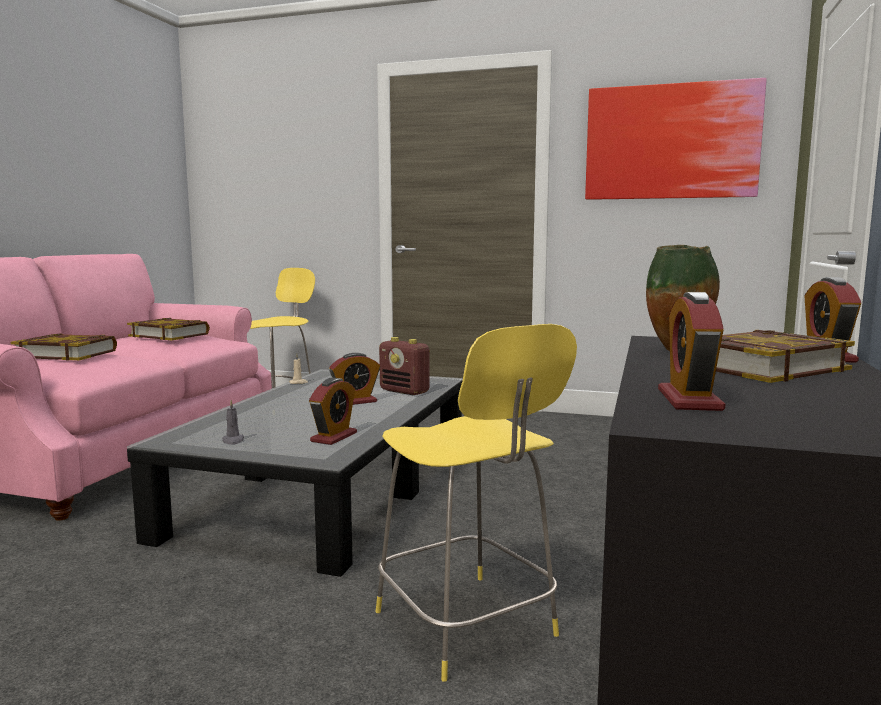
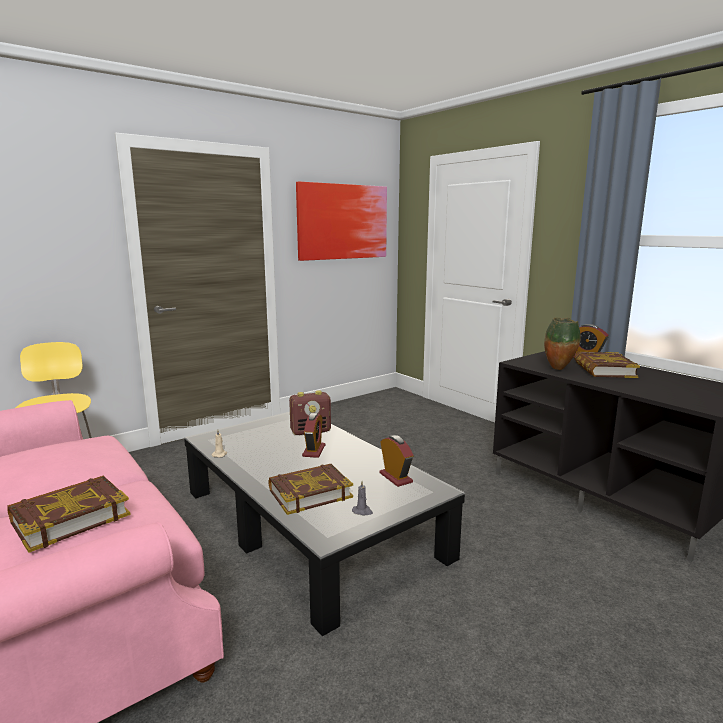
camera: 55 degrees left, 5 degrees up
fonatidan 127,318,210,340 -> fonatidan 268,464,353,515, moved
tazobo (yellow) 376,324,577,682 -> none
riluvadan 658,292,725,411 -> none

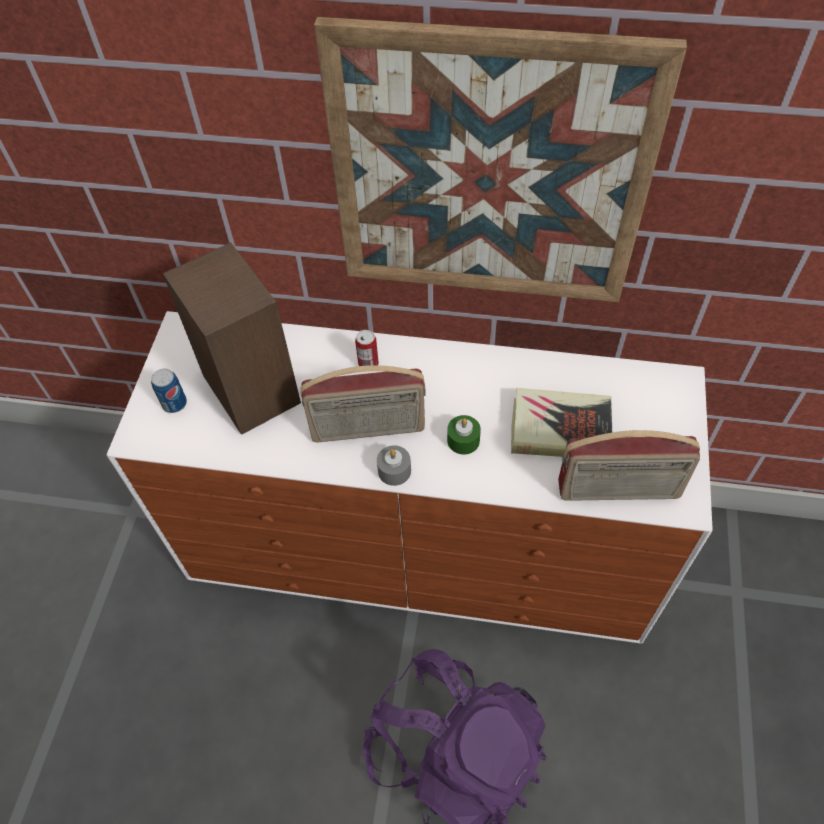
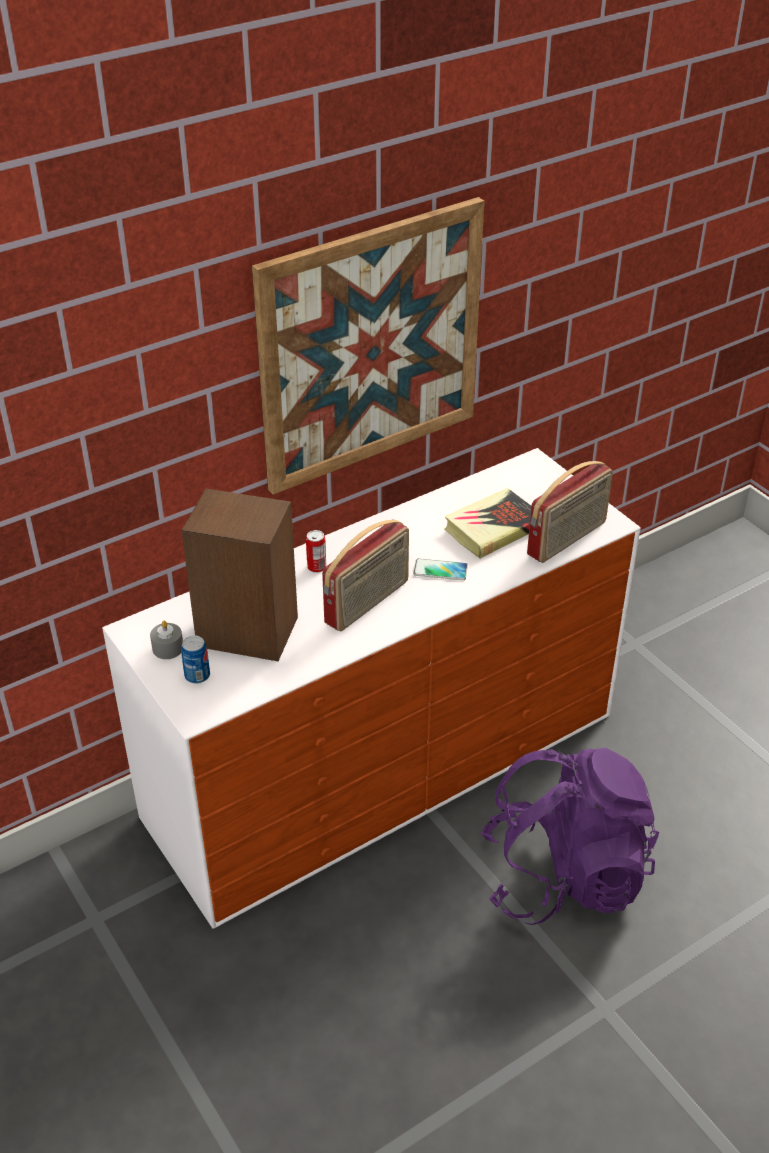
camera: 45 degrees left, 15 degrees down
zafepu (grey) 377,445,411,486 -> zafepu (grey) 150,621,183,659, moved
zafepu (green) 447,415,481,455 -> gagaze 413,558,468,580

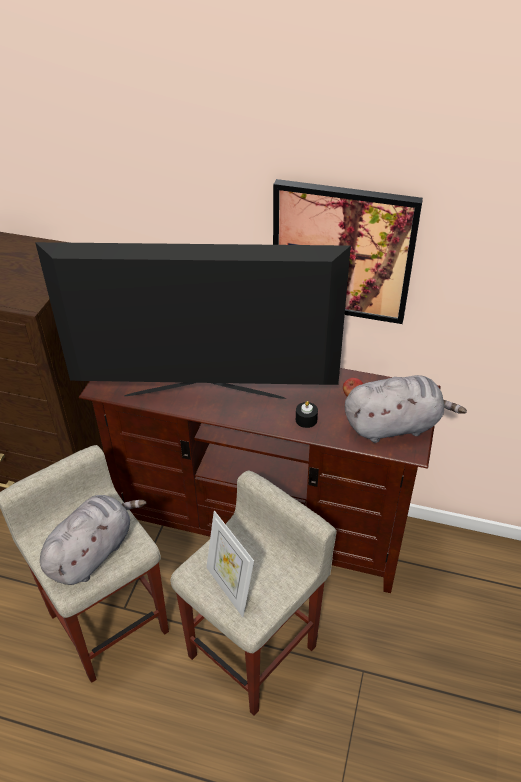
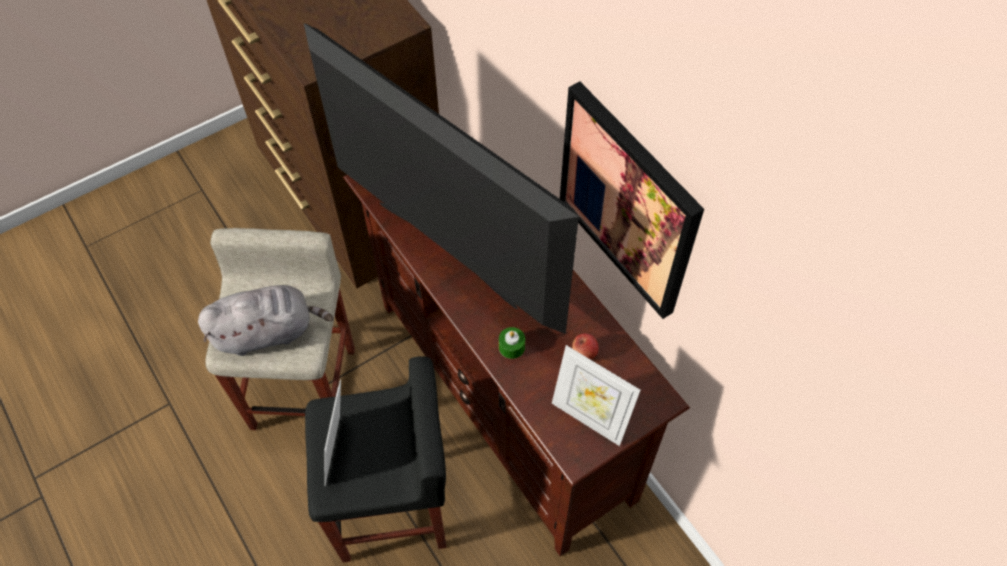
camera: 40 degrees right, 15 degrees up
tazobo (beige) 170,471,337,716 -> tazobo (black) 305,356,446,563
zafepu (black) 296,401,318,428 -> zafepu (green) 499,327,525,359
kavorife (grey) 345,375,467,443 -> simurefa 552,345,641,446

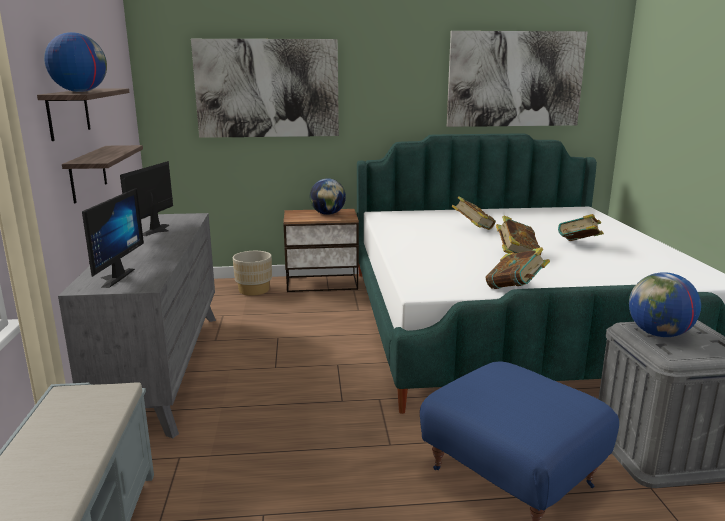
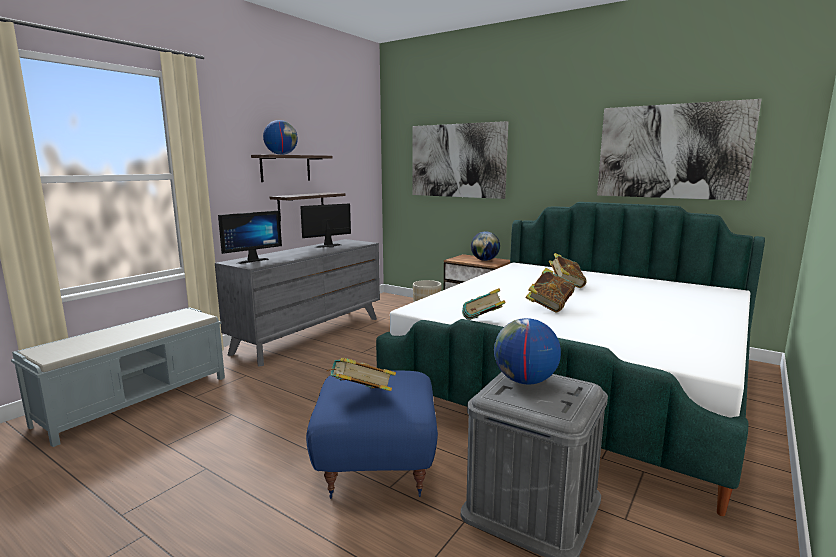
camera: 40 degrees right, 5 degrees down
fonatidan 558,214,604,241 -> fonatidan 327,358,396,391, moved

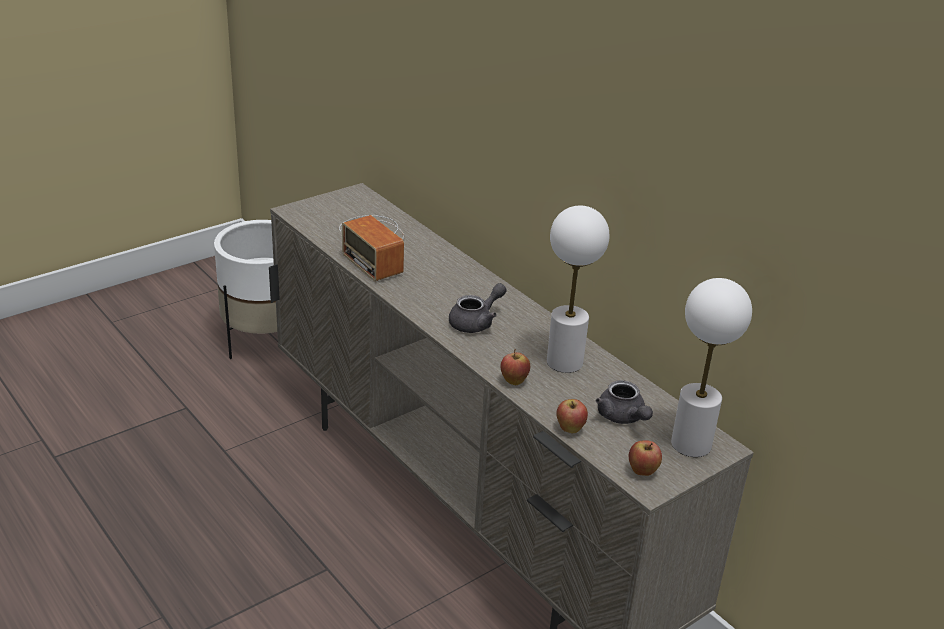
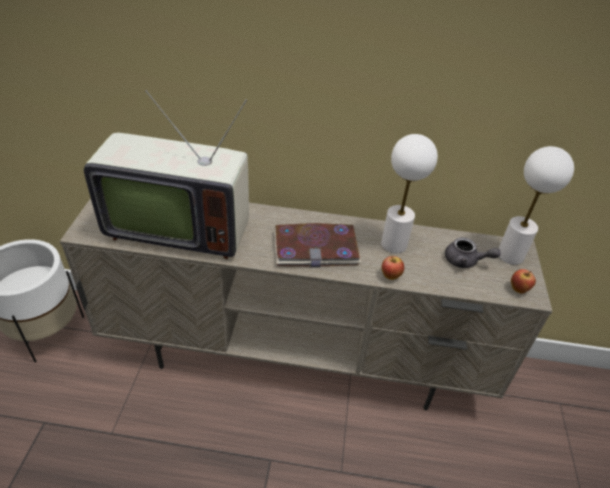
camera: 45 degrees left, 10 degrees up
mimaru 339,215,404,281 -> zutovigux 84,90,249,259
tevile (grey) 449,283,507,333 -> fonatidan 274,223,361,267
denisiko 556,399,588,433 -> none

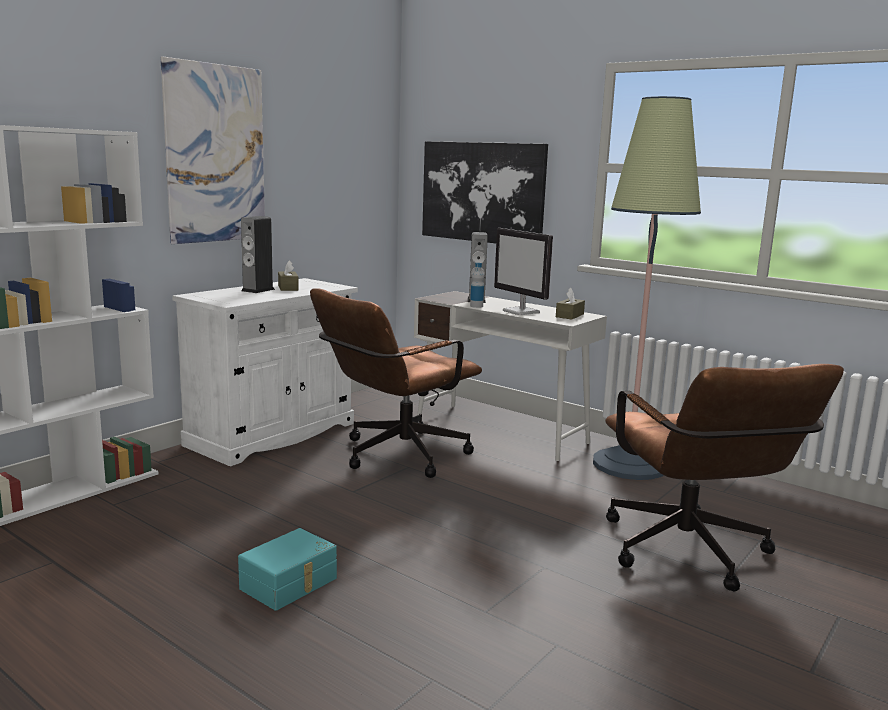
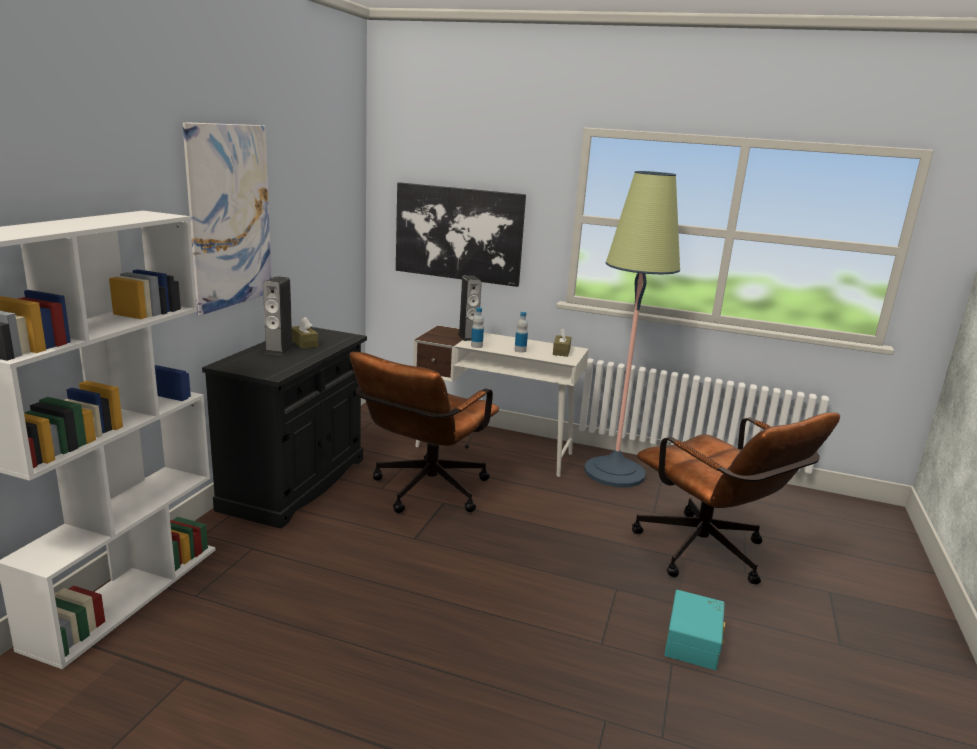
camera: 20 degrees left, 5 degrees up
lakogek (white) 172,278,358,466 -> lakogek (black) 202,327,367,529
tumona 494,228,553,315 -> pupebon 515,312,528,353
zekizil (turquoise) 238,528,337,611 -> zekizil (turquoise) 664,590,725,670, moved

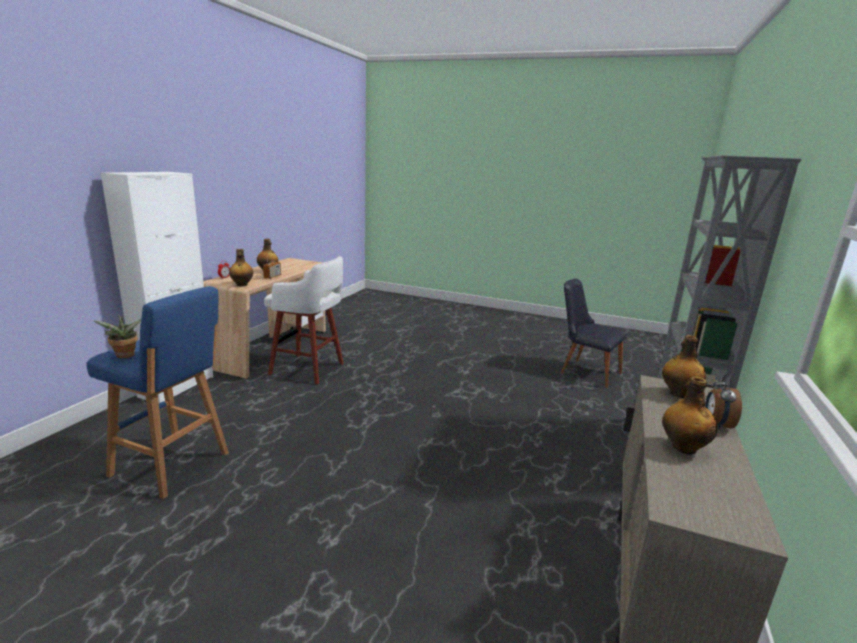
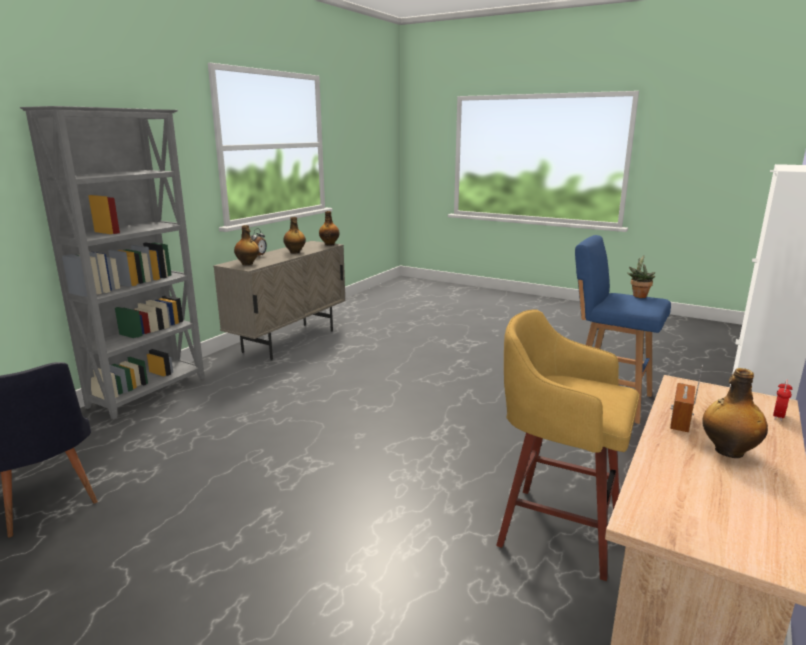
camera: 170 degrees left, 0 degrees up
pupebon 229,249,253,287 -> pupebon 319,211,340,246, moved
tazobo (white) 264,256,344,385 -> tazobo (yellow) 496,309,639,581

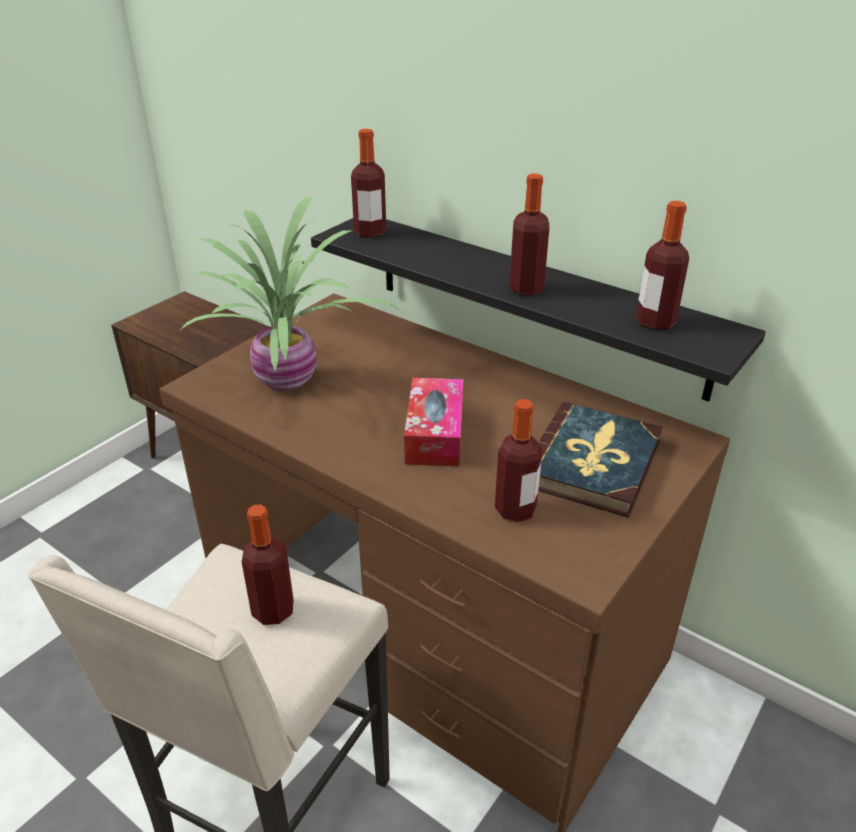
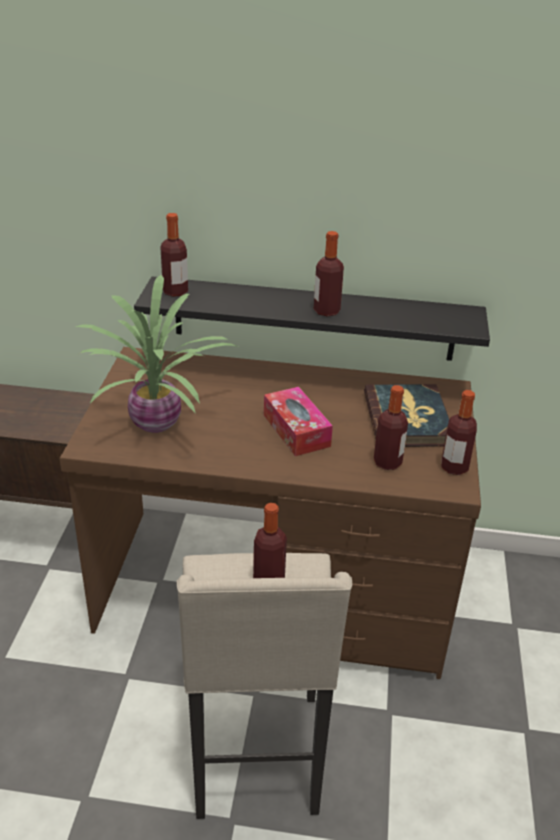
camera: 30 degrees left, 0 degrees up
pupebon 636,201,689,330 -> pupebon 441,390,477,475, moved

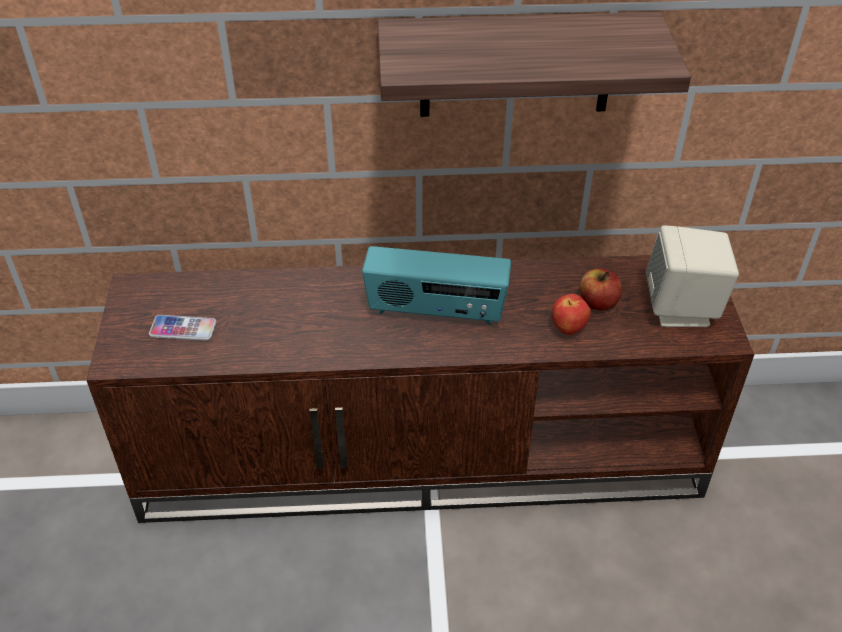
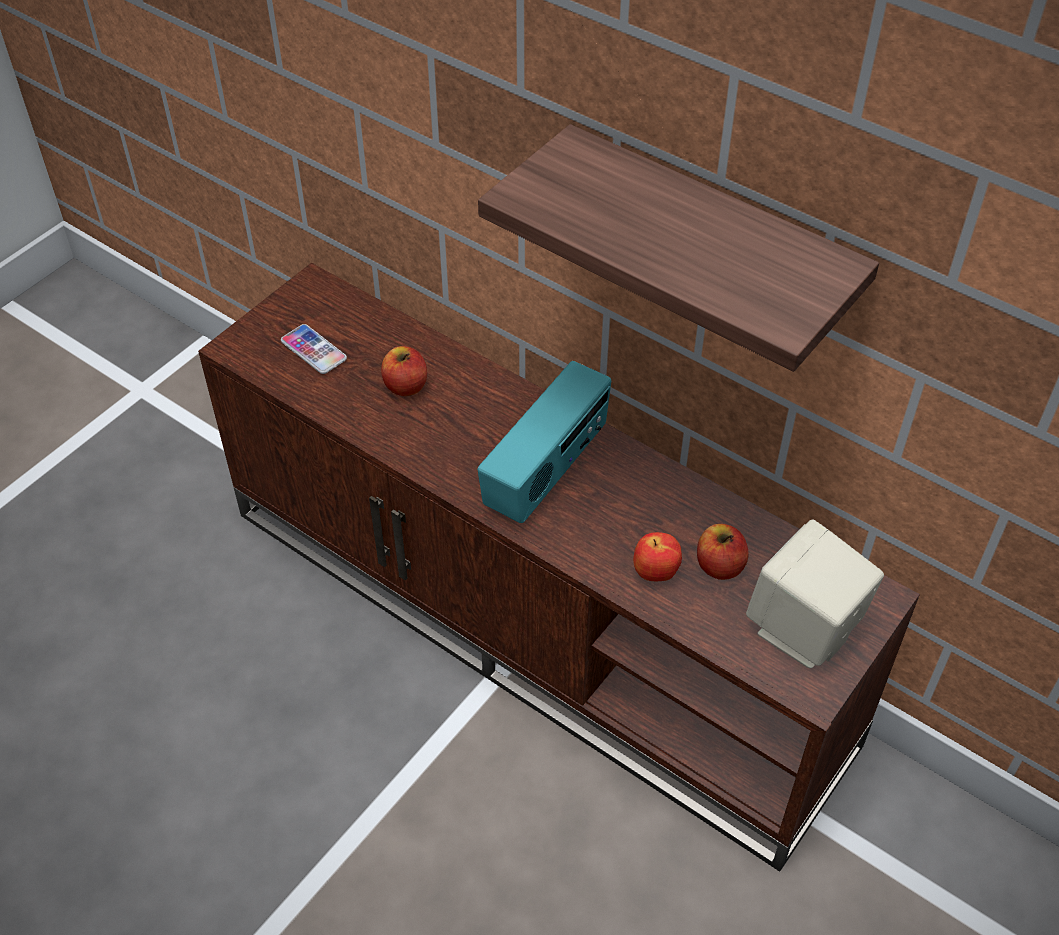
camera: 40 degrees right, 5 degrees up
none -> denisiko 381,346,427,396
mimaru 362,246,511,324 -> mimaru 477,361,611,523, 105 degrees counterclockwise

